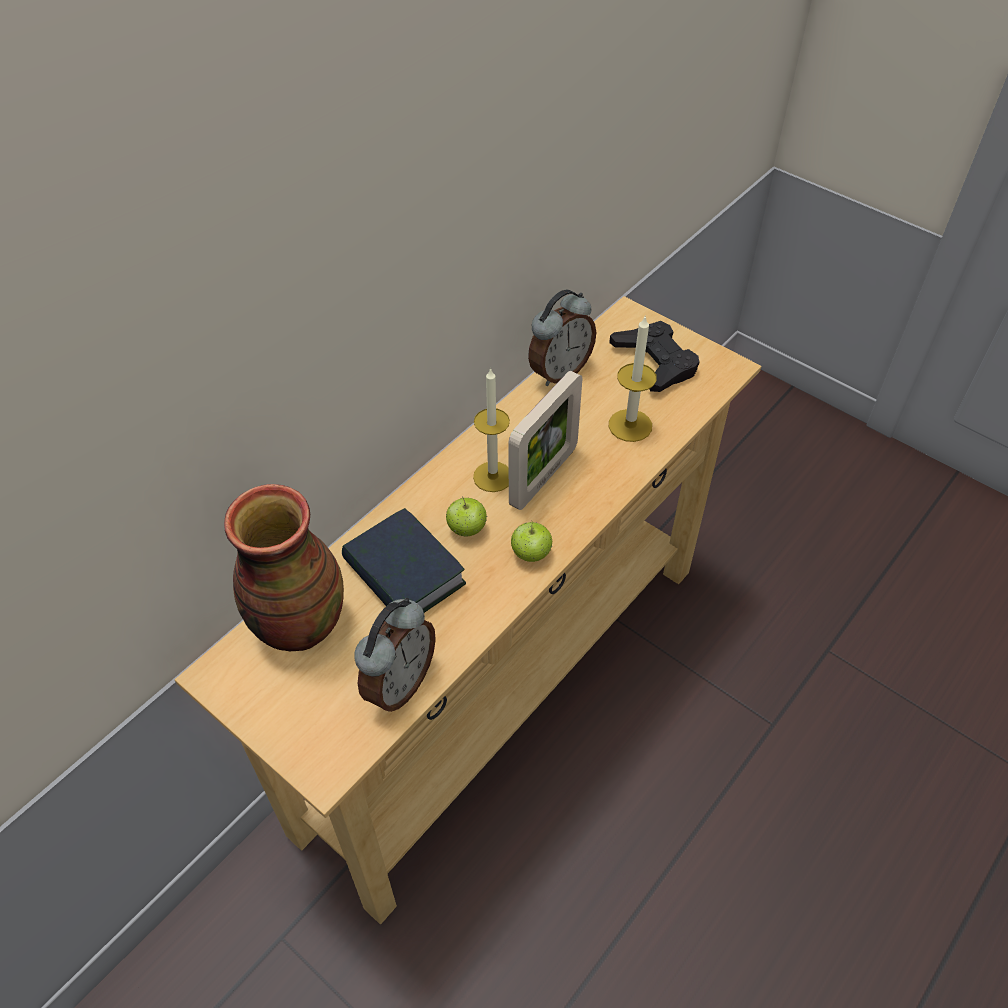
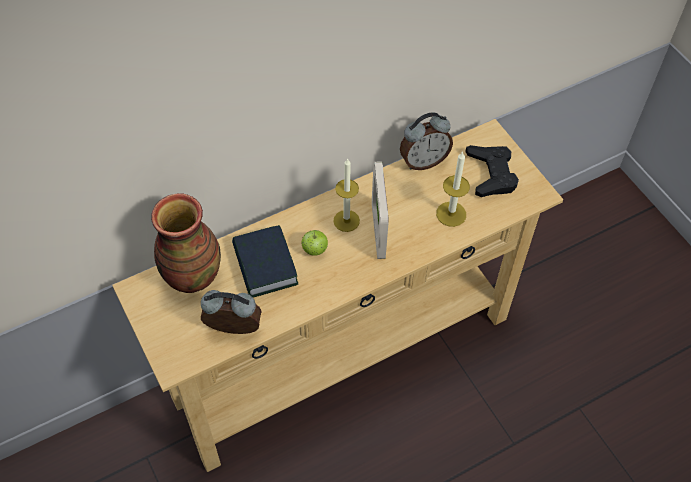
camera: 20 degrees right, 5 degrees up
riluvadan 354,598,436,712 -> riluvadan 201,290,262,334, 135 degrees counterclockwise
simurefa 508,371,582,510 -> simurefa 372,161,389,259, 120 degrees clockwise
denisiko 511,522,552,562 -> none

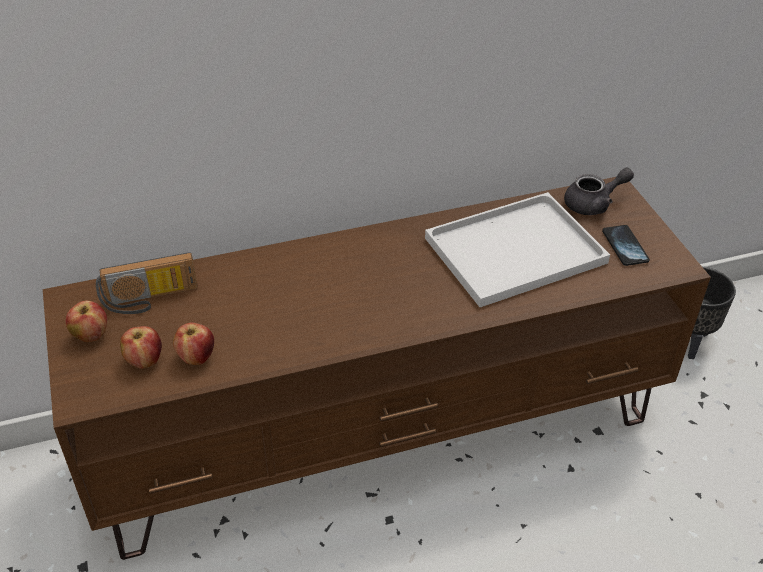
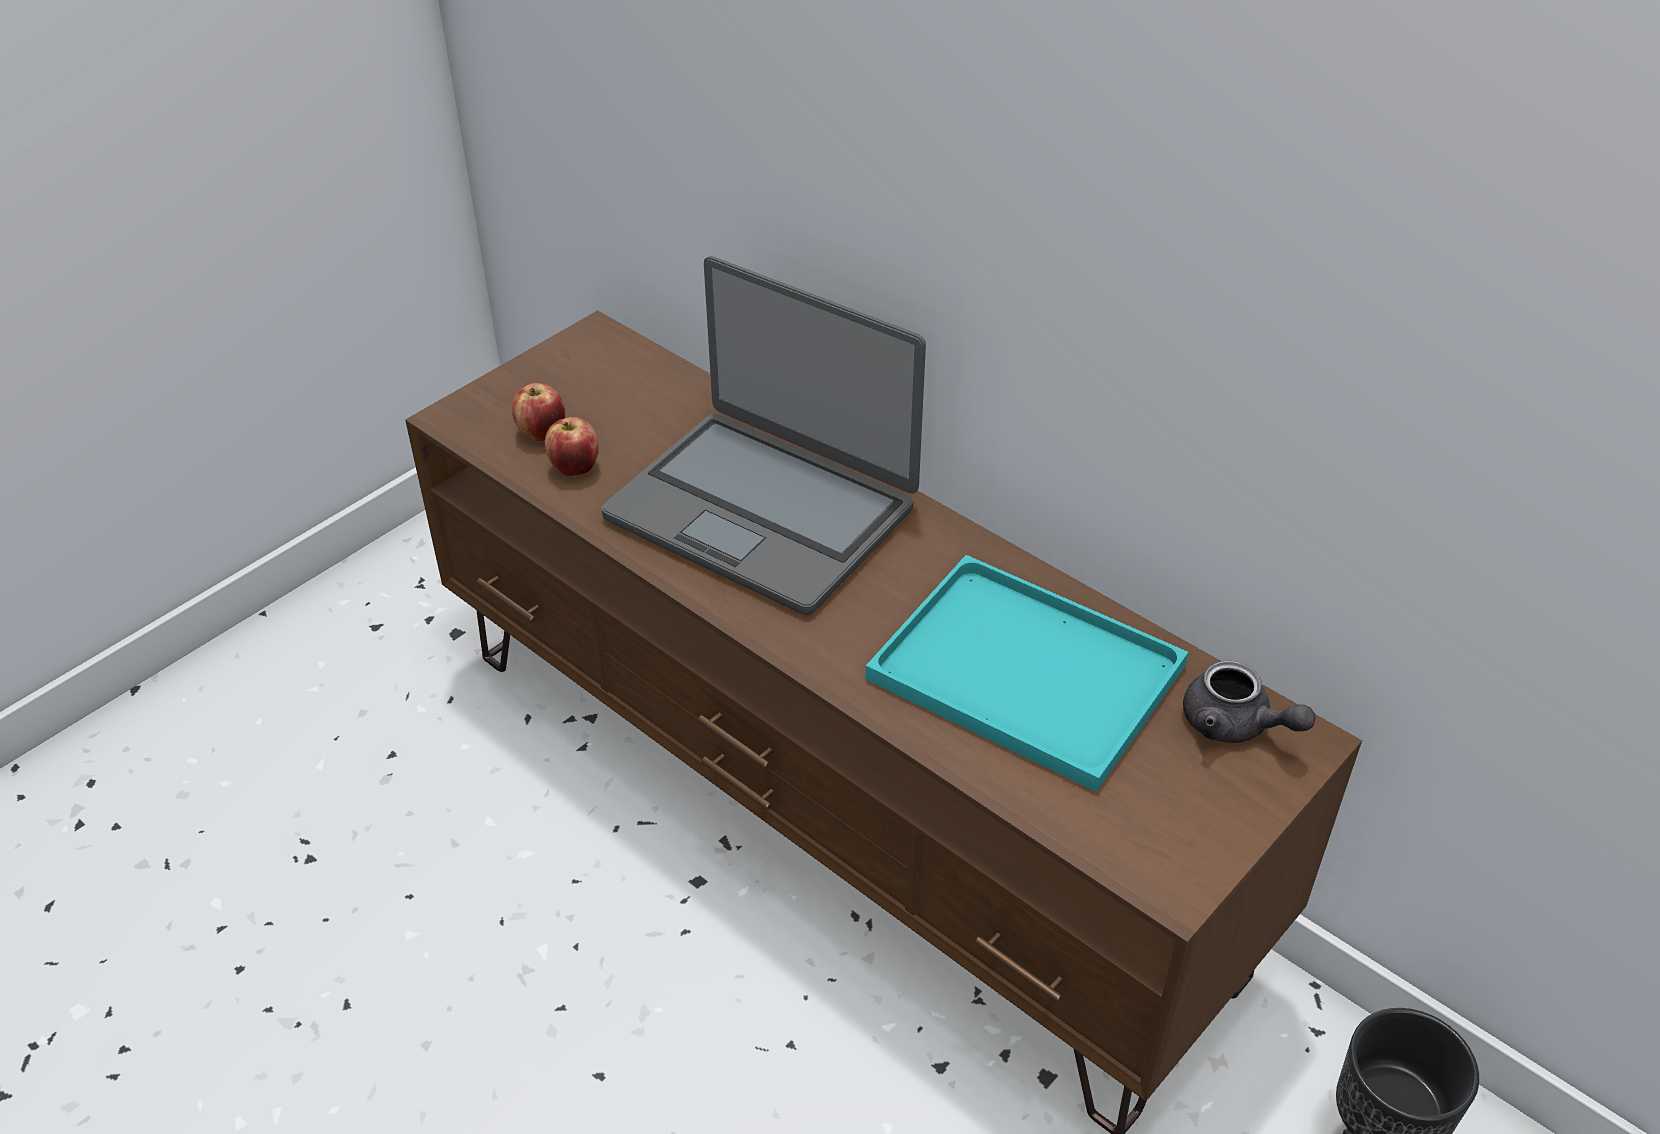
camera: 60 degrees right, 0 degrees up
none -> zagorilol 601,256,926,615
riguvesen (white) 425,192,610,307 -> riguvesen (turquoise) 866,555,1189,792
denisiko 66,300,107,342 -> none
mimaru 96,252,198,314 -> none
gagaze 602,225,650,266 -> none

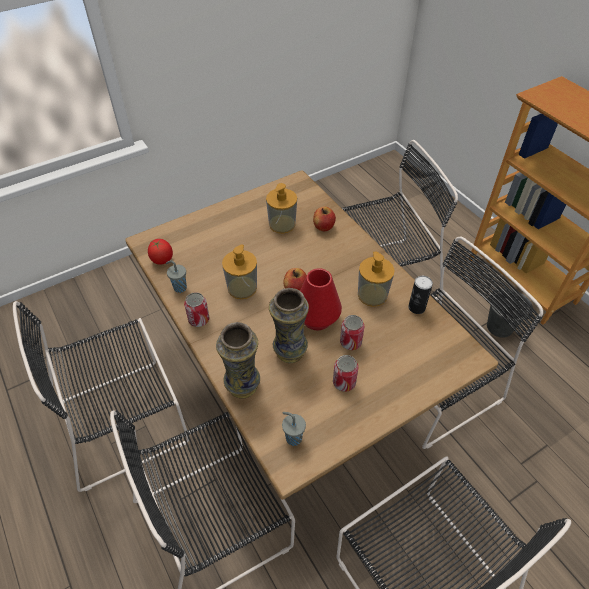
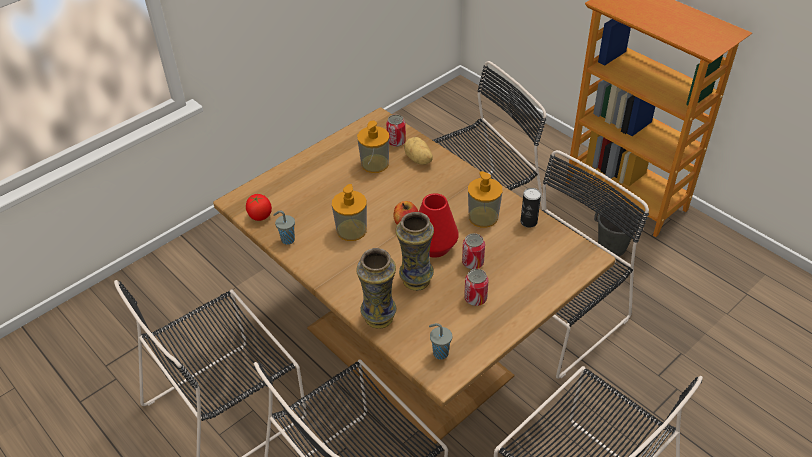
camera: 10 degrees left, 5 degrees down
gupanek 184,292,209,327 -> gupanek 386,115,406,147, moved
denisiko 313,207,336,231 -> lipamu 404,137,433,165

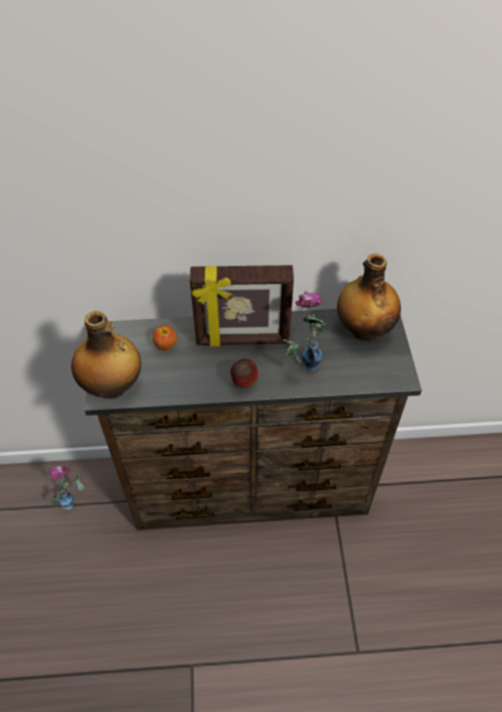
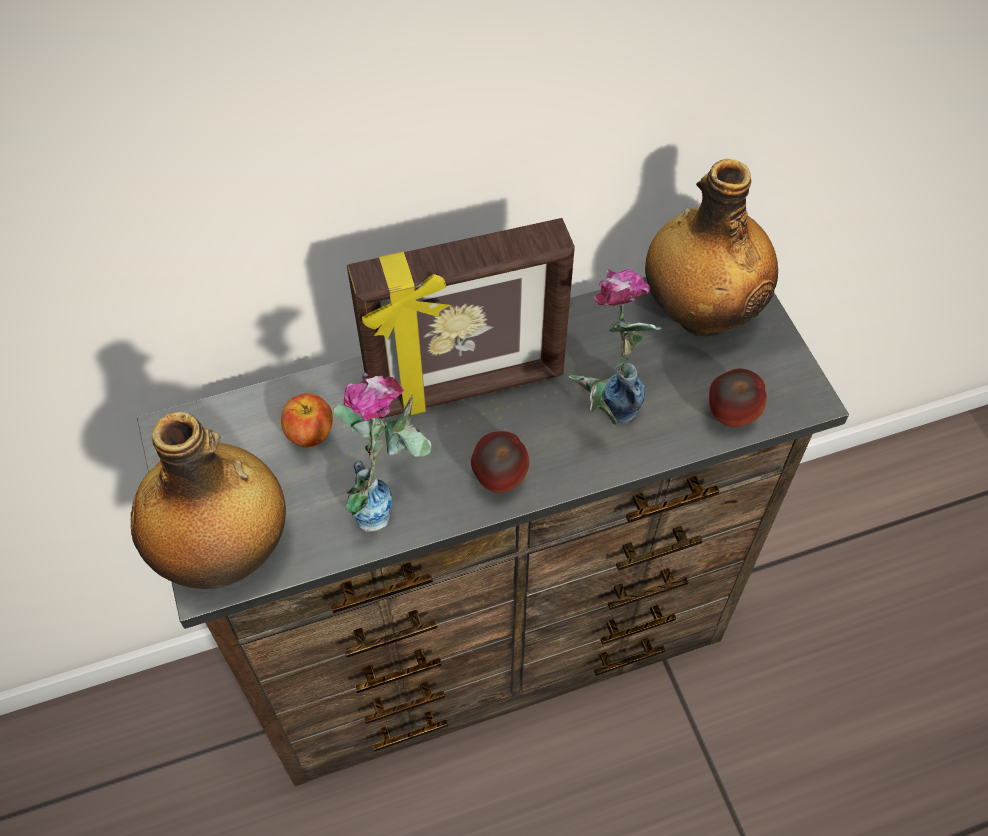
camera: 15 degrees left, 5 degrees up
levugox 50,464,84,510 -> levugox 333,373,431,532, moved
none -> denisiko 709,369,767,427

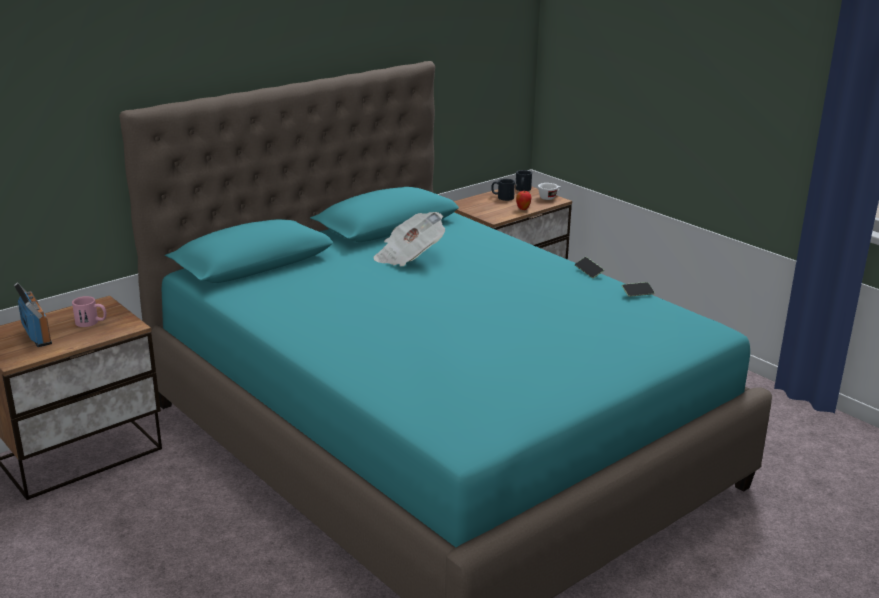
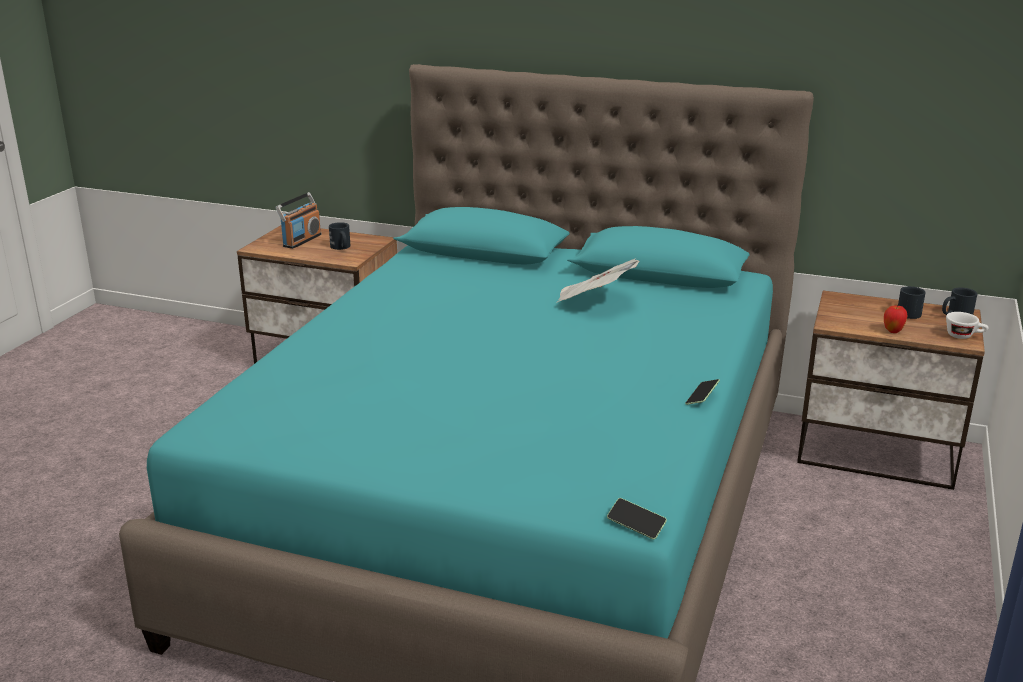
camera: 60 degrees right, 0 degrees up
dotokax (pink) 72,296,107,327 -> dotokax (black) 329,222,351,250
gagaze 622,282,655,297 -> gagaze 607,498,667,539, moved

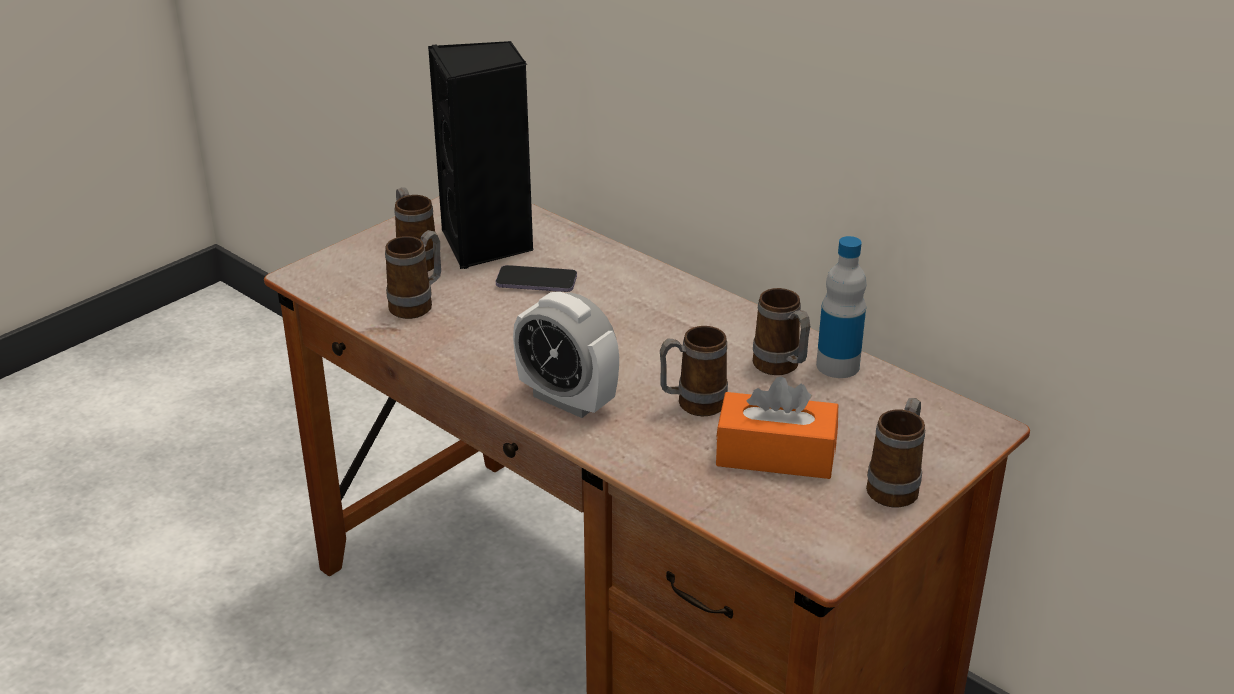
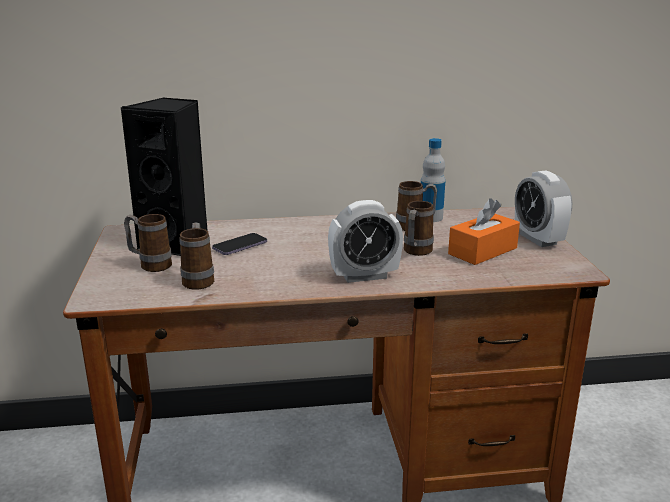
camera: 50 degrees left, 10 degrees down
dotokax 866,398,925,507 -> riluvadan 515,171,572,247

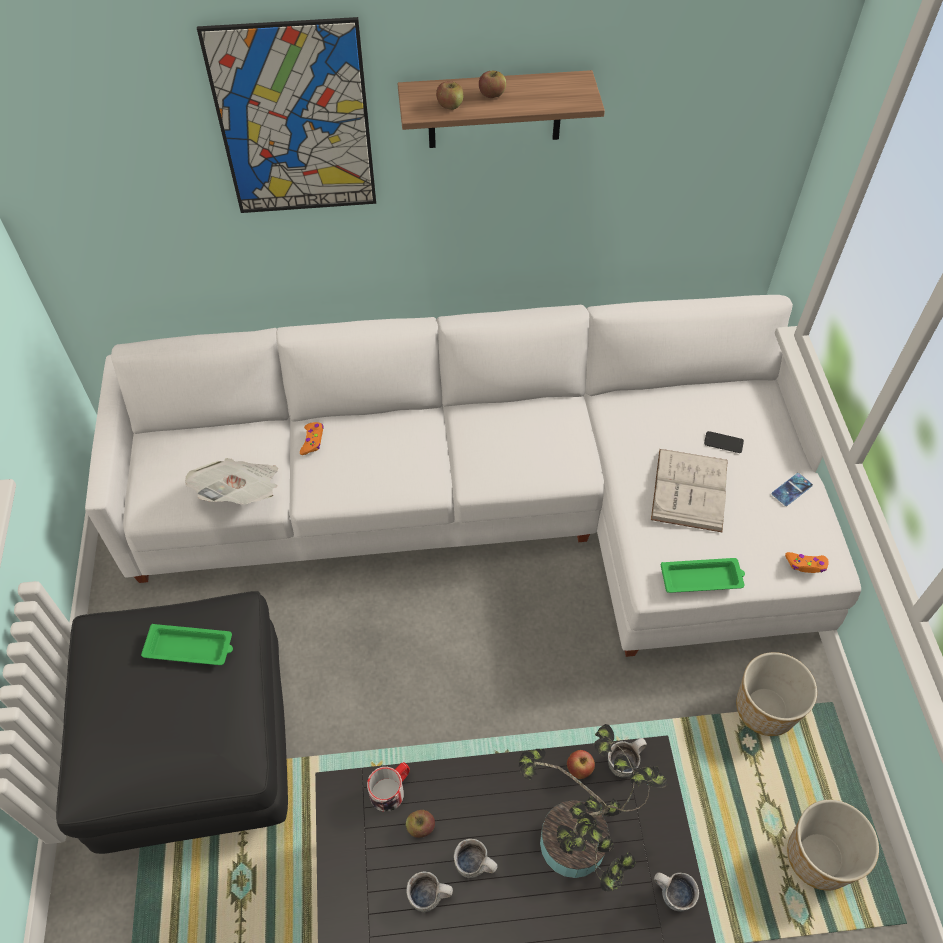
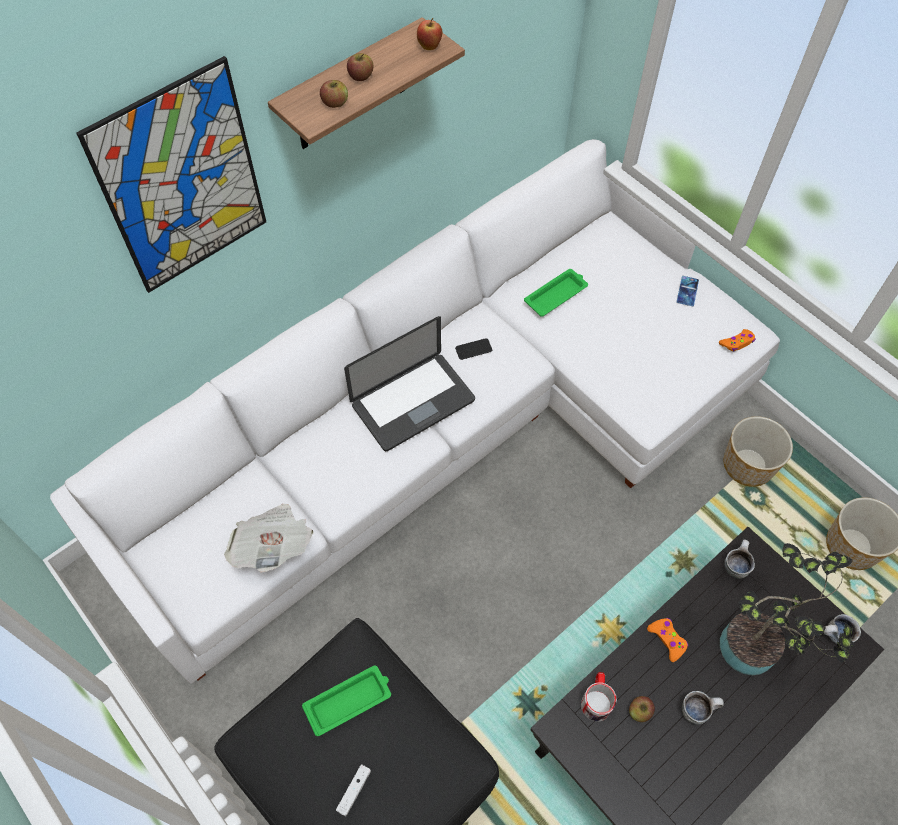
camera: 35 degrees left, 5 degrees up
none -> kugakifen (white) 336,764,371,816
none -> zagorilol 344,316,475,451
denisiko 567,750,595,779 -> denisiko 417,18,442,50, moved
gagaze 704,431,744,453 -> gagaze 455,338,492,360, moved
riguvesen (green) 661,558,745,593 -> riguvesen (green) 524,269,588,317, moved
kugakifen (orange) 300,422,324,455 -> kugakifen (orange) 647,618,688,662, moved
dotokax 406,871,453,912 -> none
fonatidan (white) 651,449,728,532 -> none

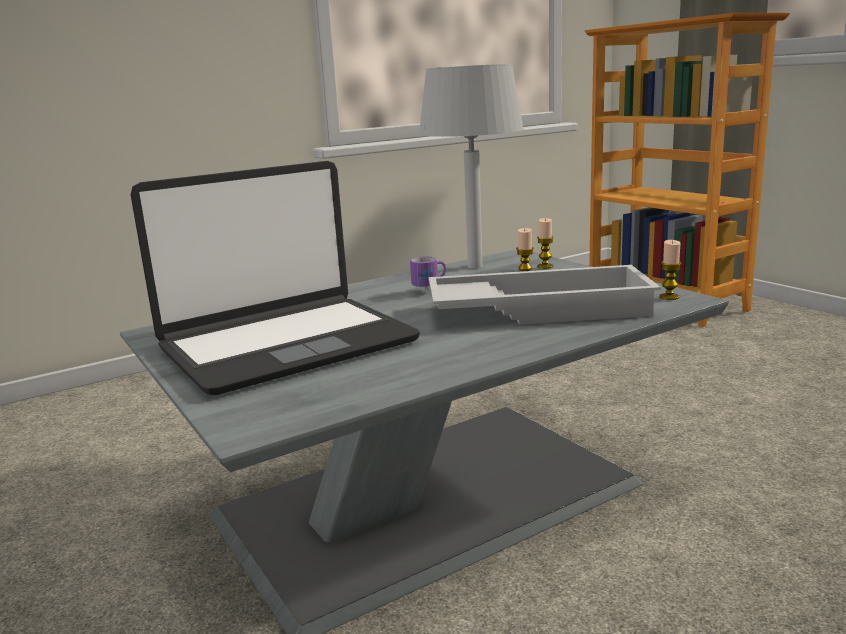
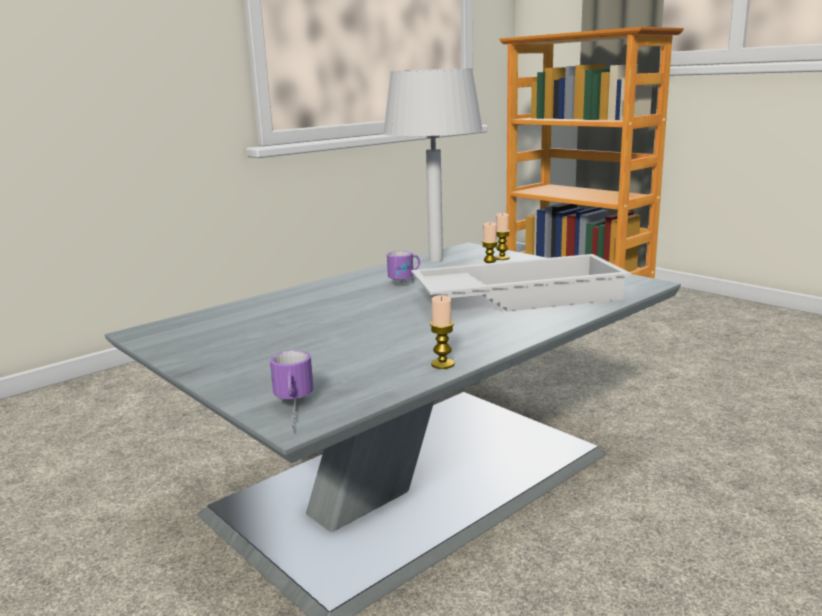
camera: 10 degrees left, 0 degrees up
none -> dotokax 270,350,313,434
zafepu 659,240,682,300 -> zafepu 430,295,455,369, moved
zagorilol 131,161,420,395 -> none

